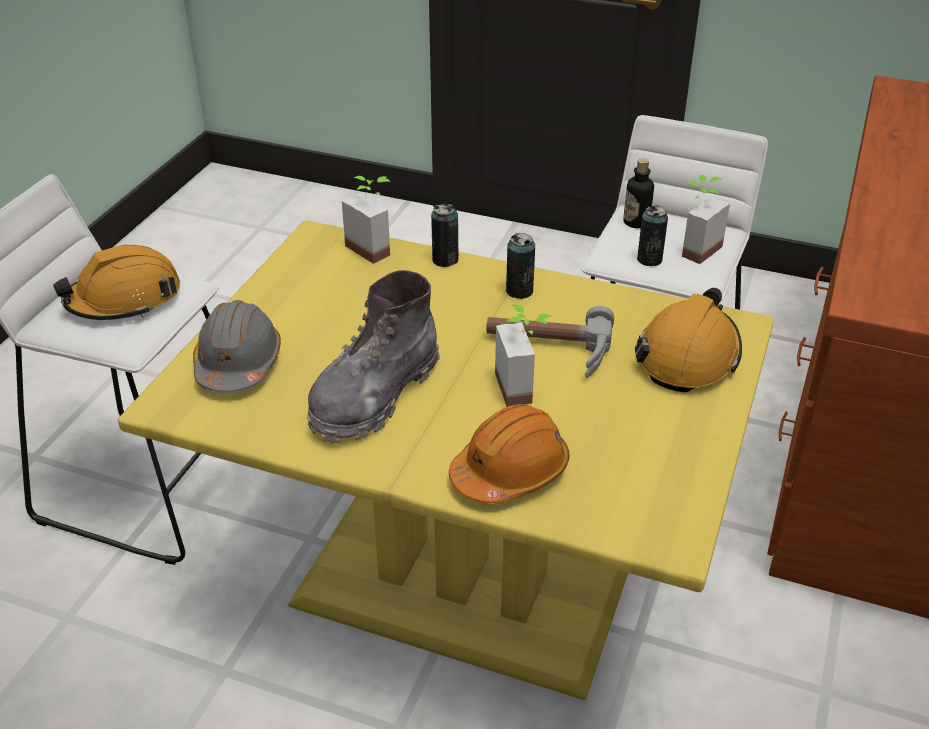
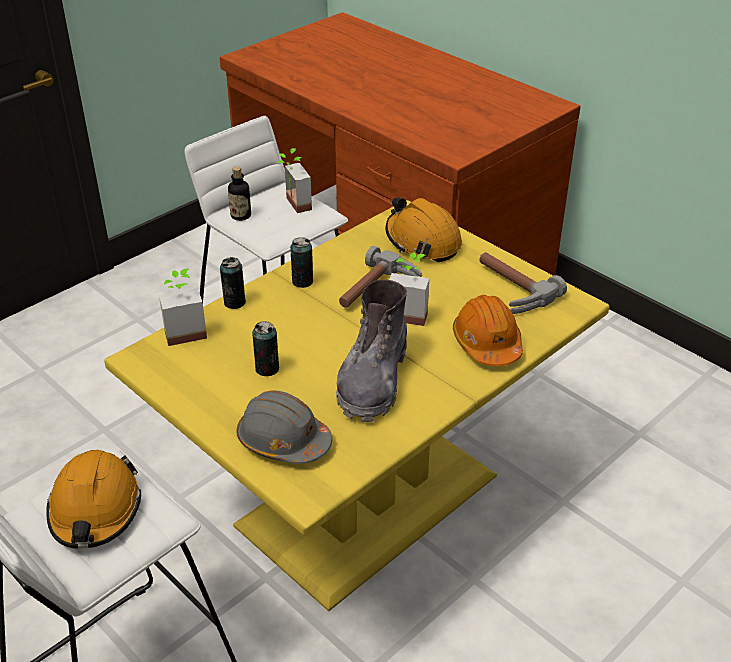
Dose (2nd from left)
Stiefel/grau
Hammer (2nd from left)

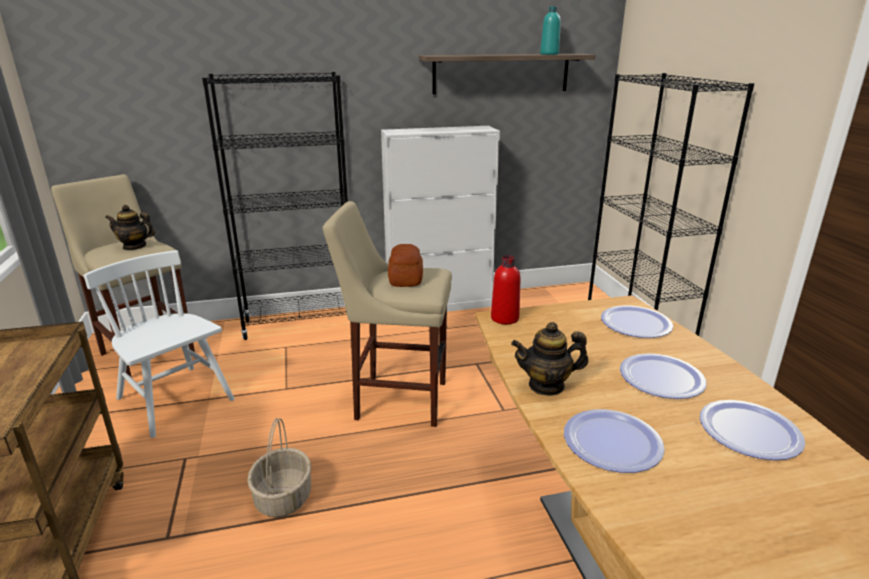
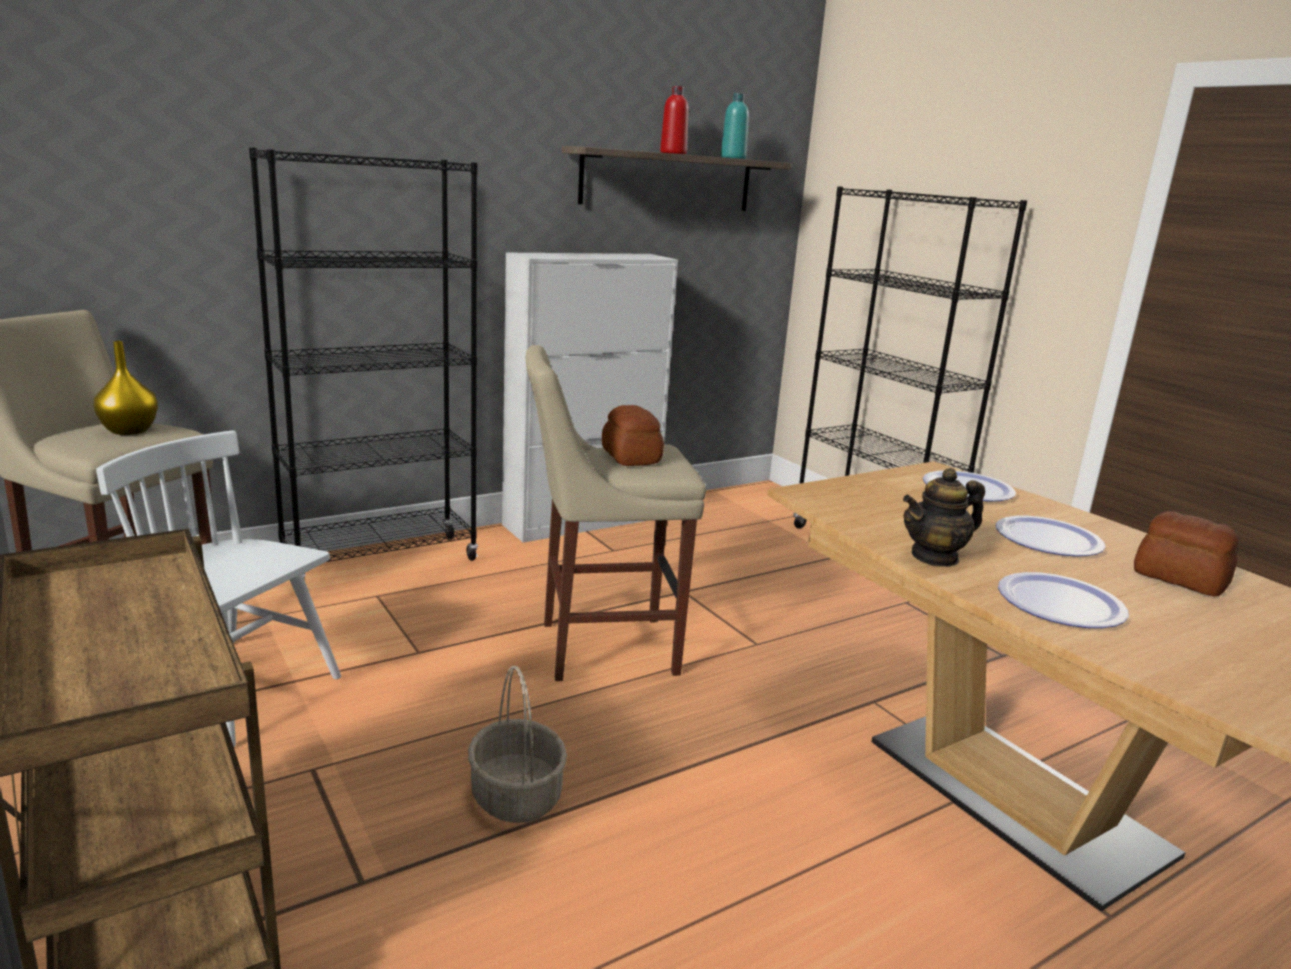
Vase/gelb
Flasche/rot
Brot (2nd from left)

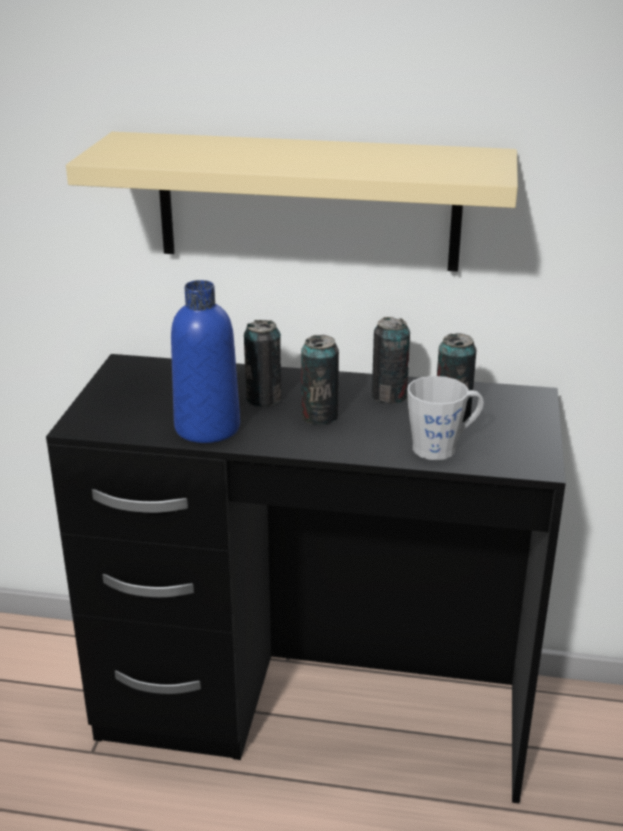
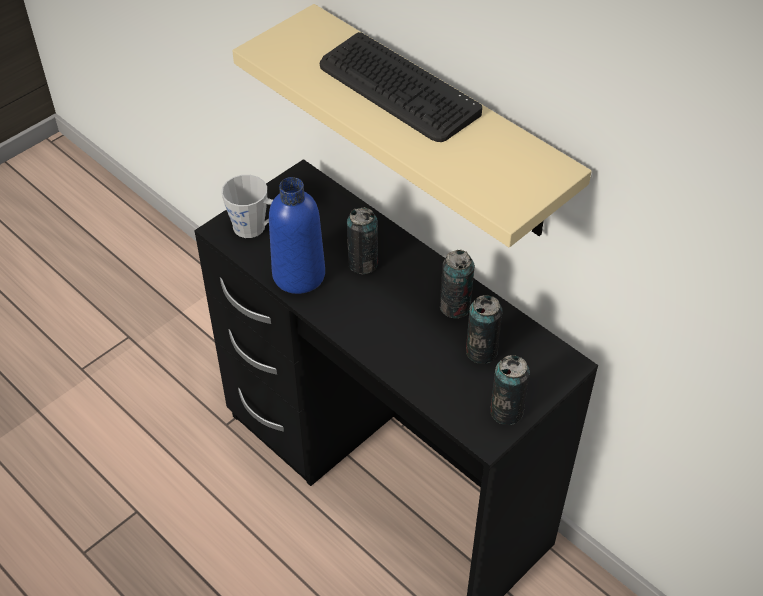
Dose (4th from left)
Henkelbecher/grau
Tastatur

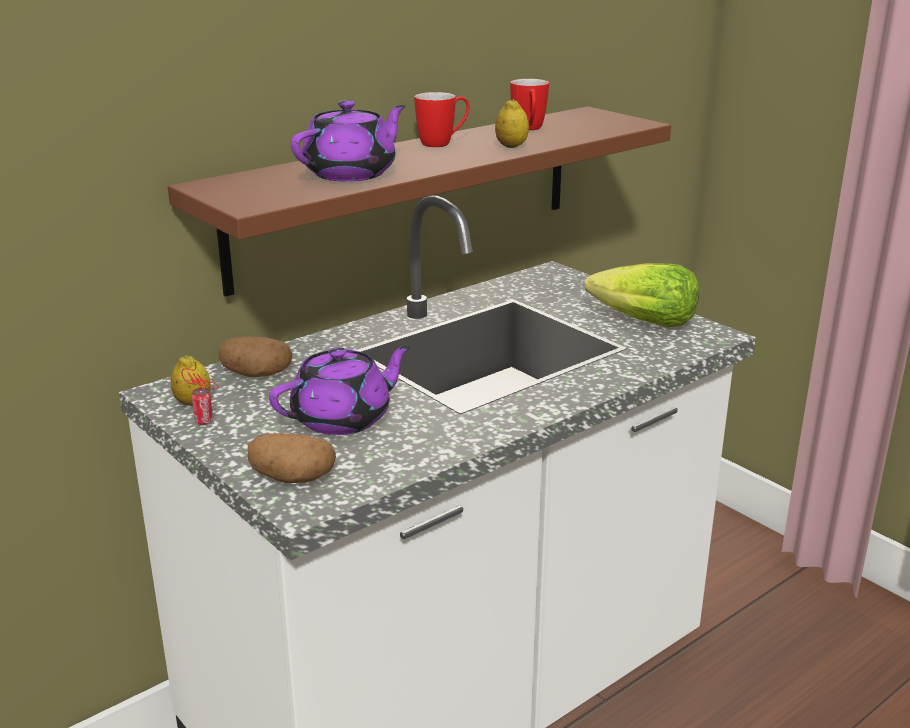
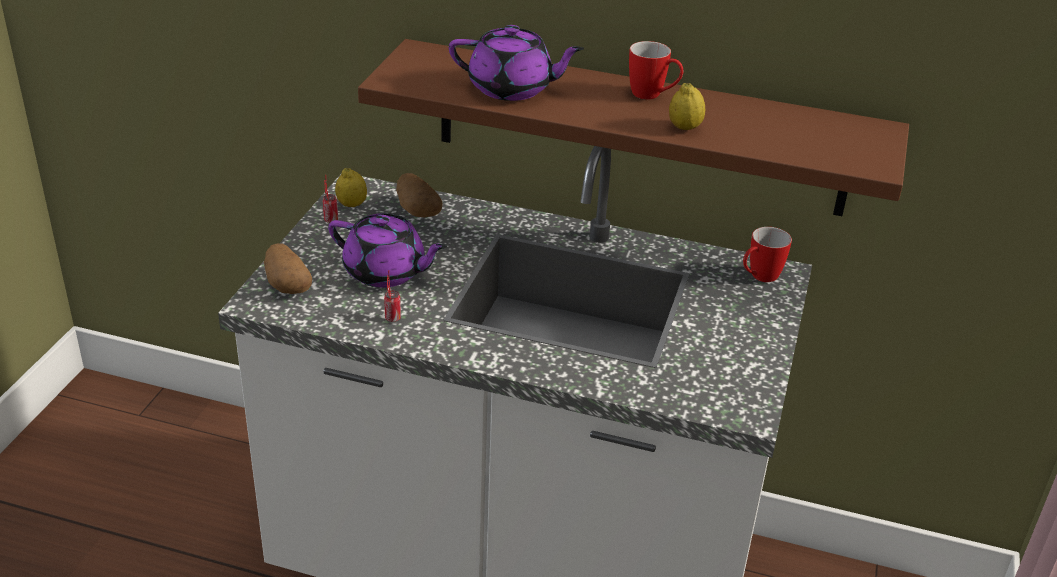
Henkelbecher (2nd from left)
Salatkopf
Dose (2nd from left)

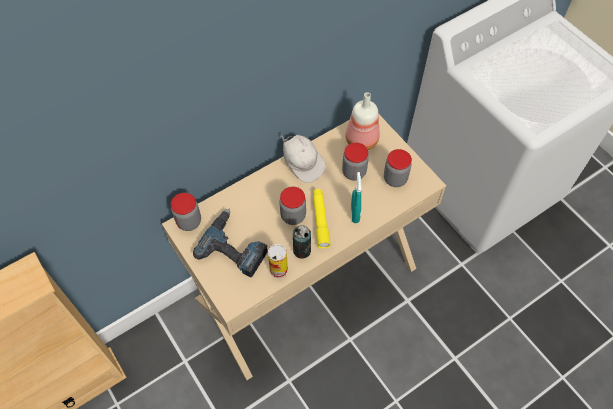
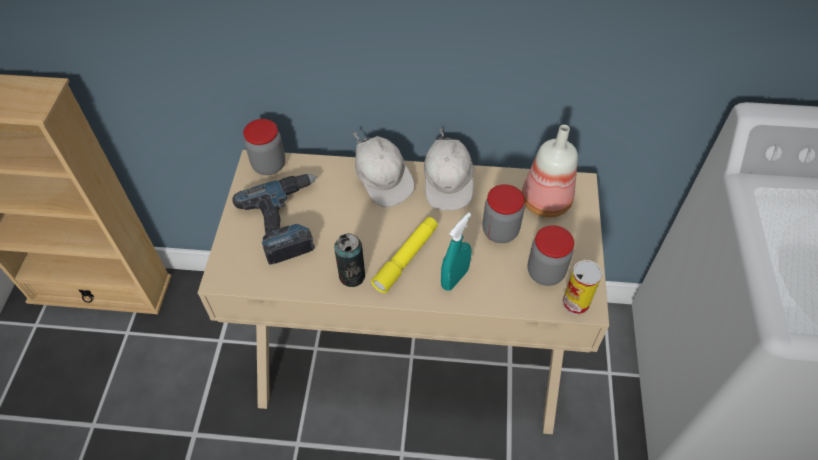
Vorratsglas (2nd from left in the first image)
Dose (2nd from left)
Kappe/weiß (1st from left)

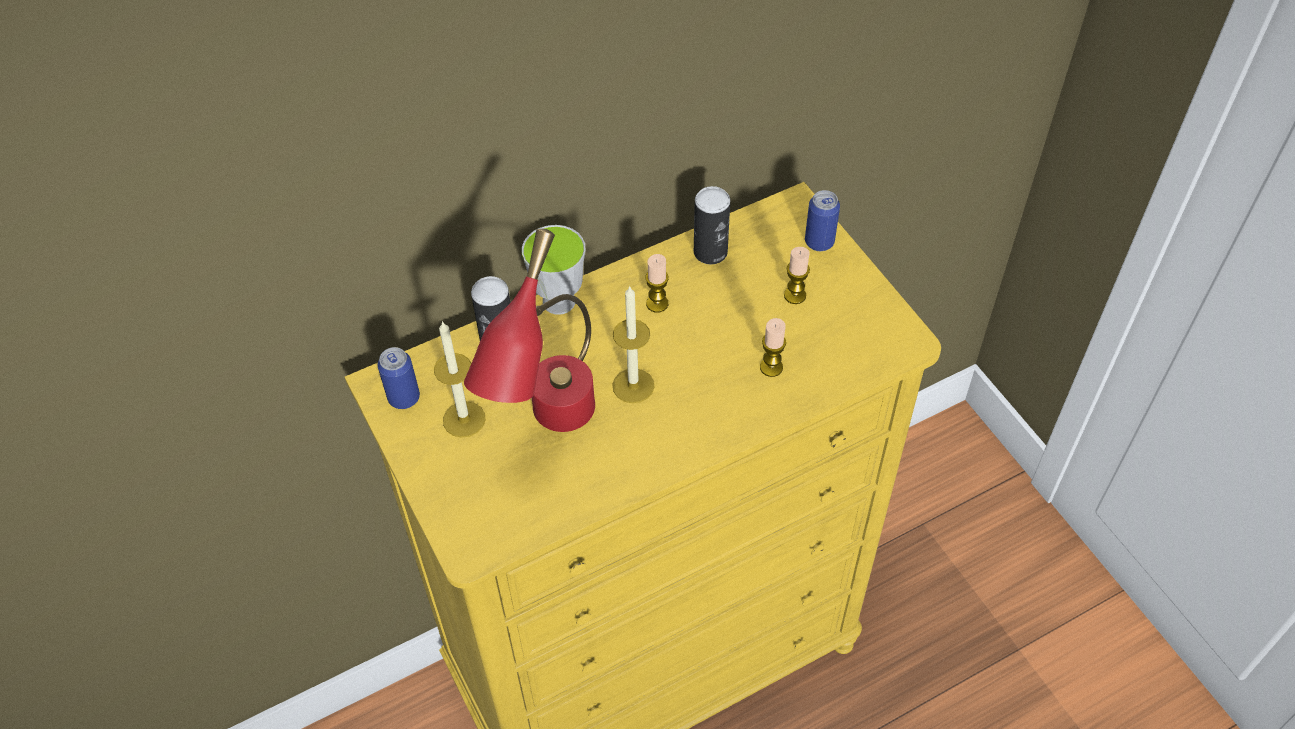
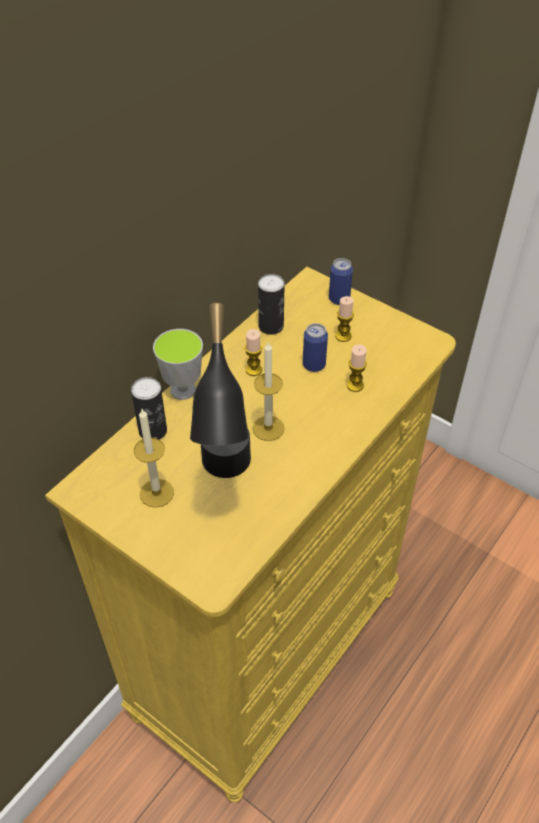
Tischlampe/schwarz
Dose (3rd from left)

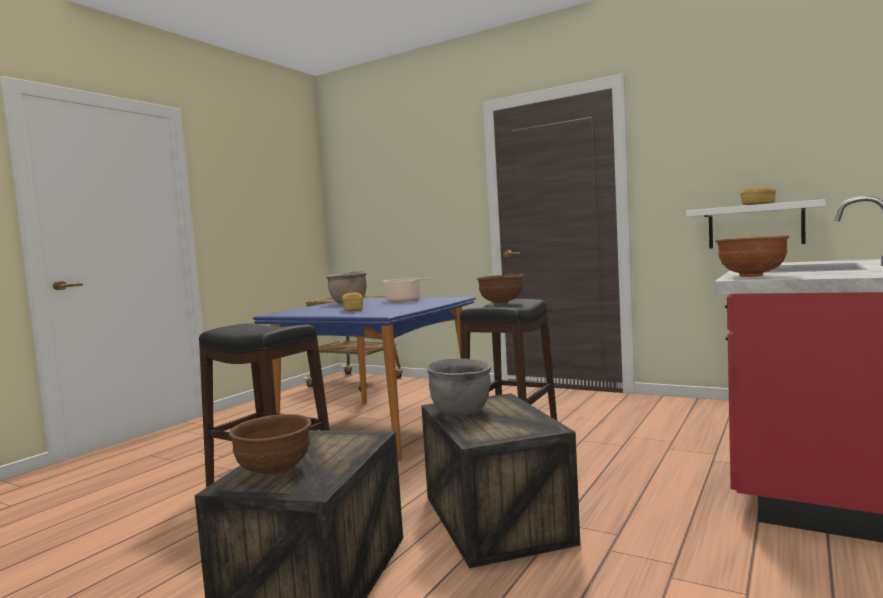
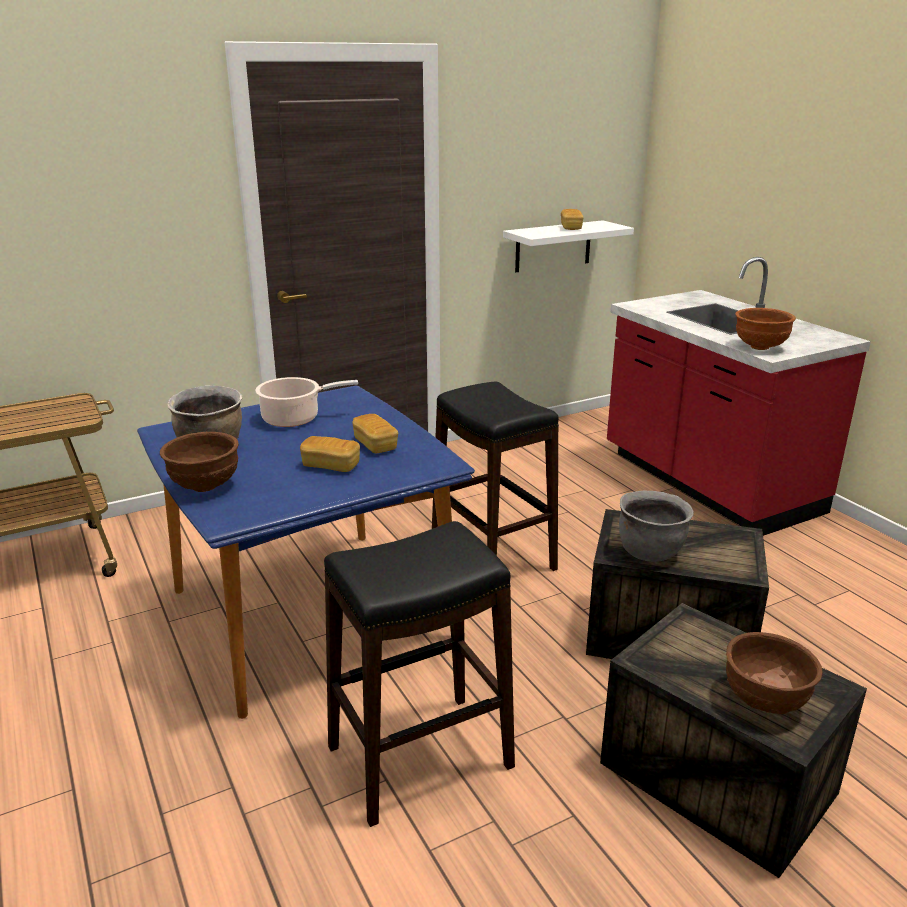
Schüssel/braun (1st from left)
Brot (2nd from left)

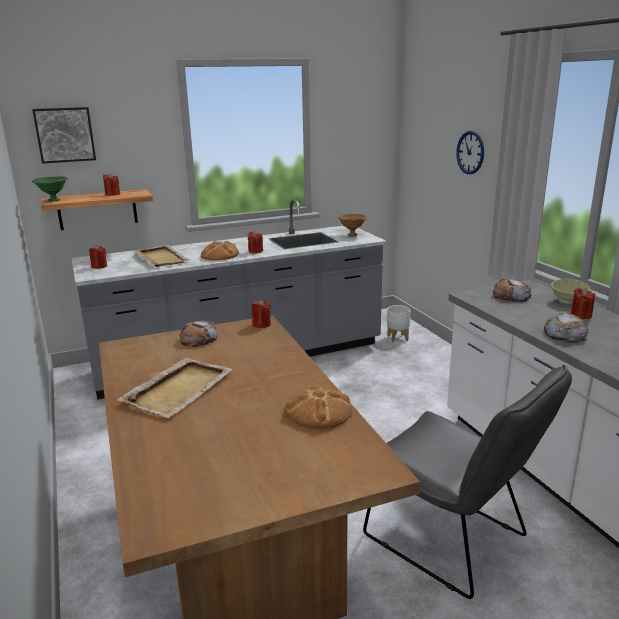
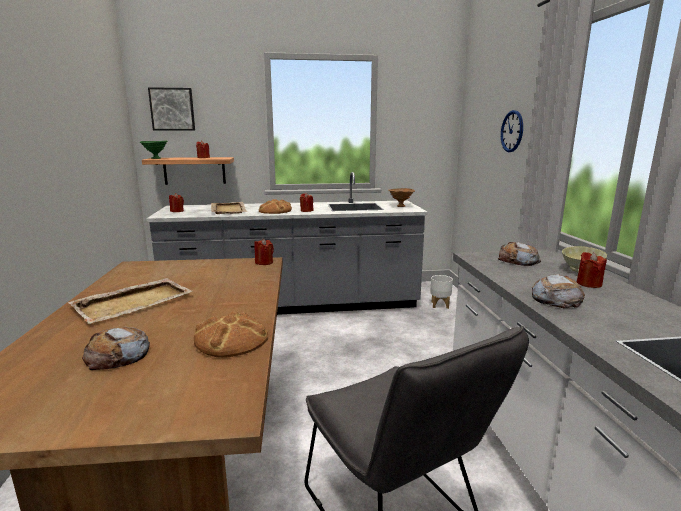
Brot (1st from left)

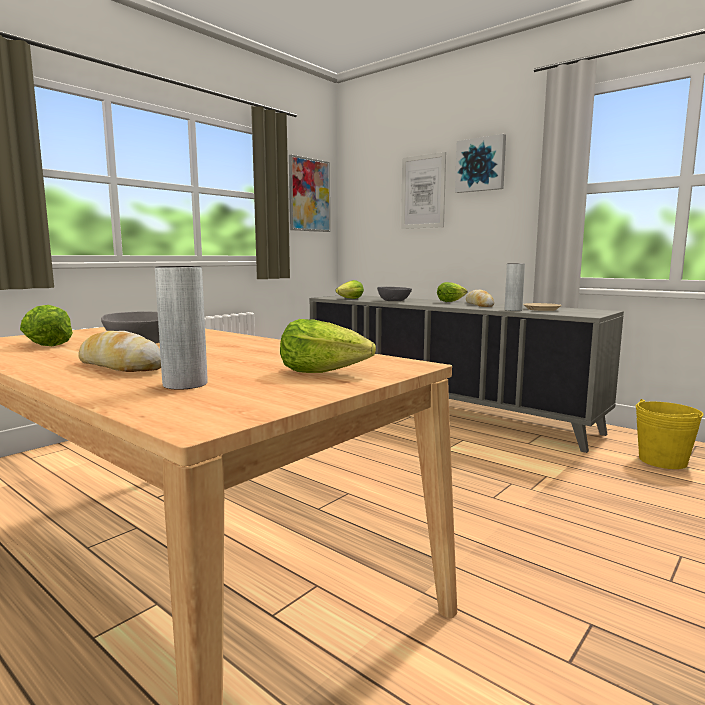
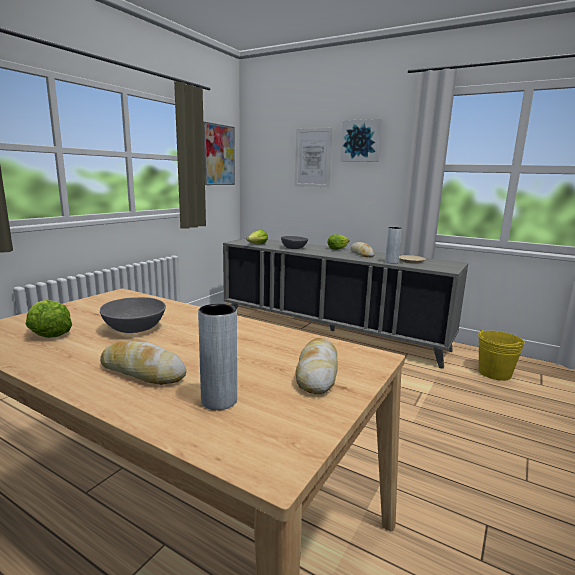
Brot (2nd from left)

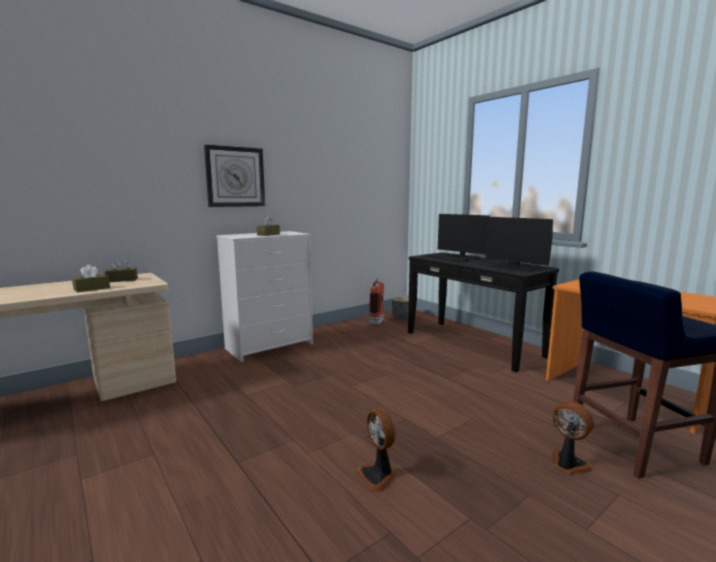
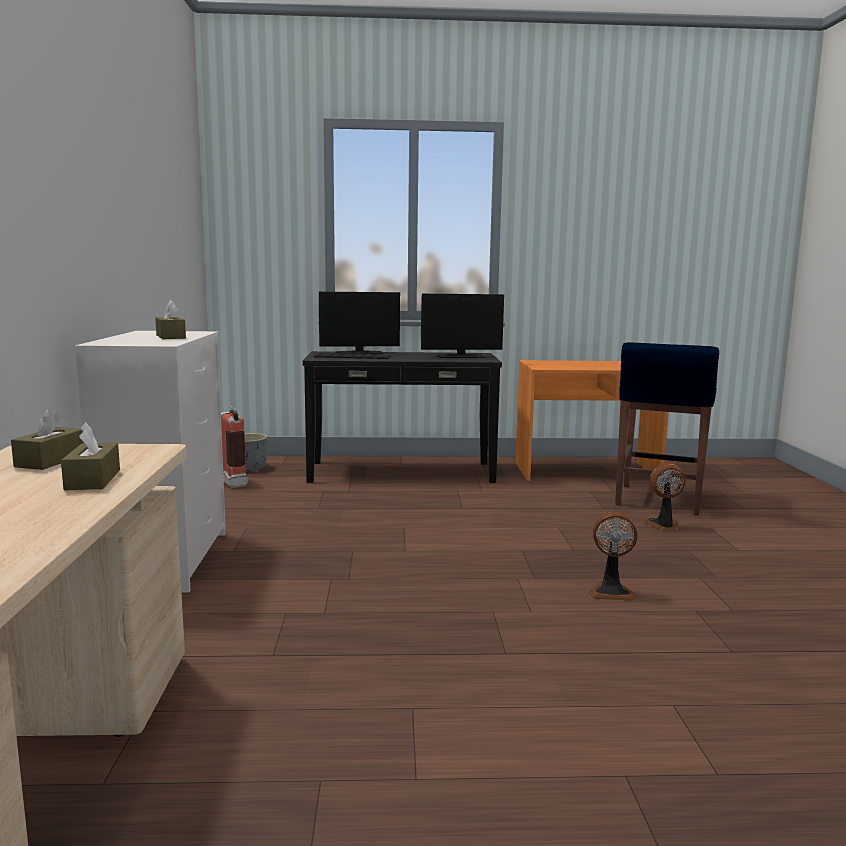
Wanduhr

